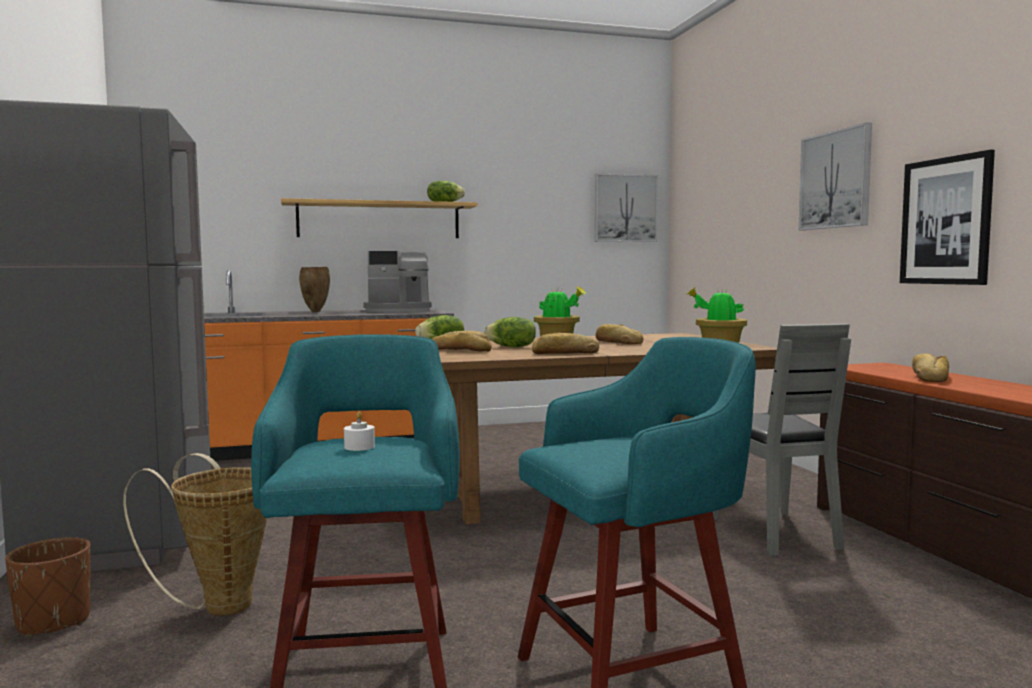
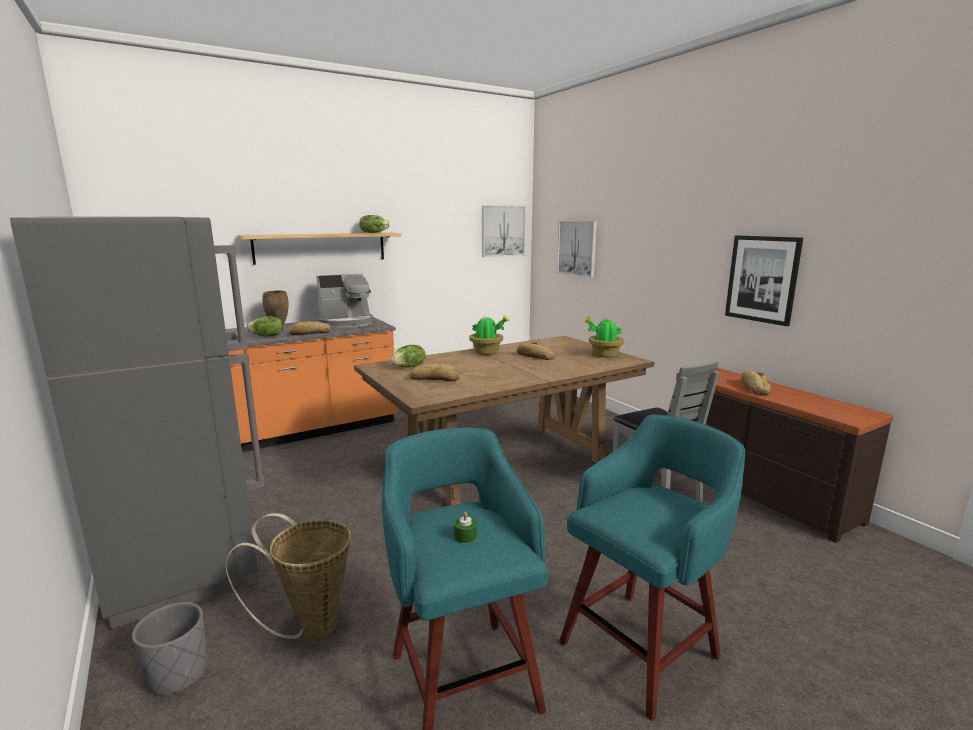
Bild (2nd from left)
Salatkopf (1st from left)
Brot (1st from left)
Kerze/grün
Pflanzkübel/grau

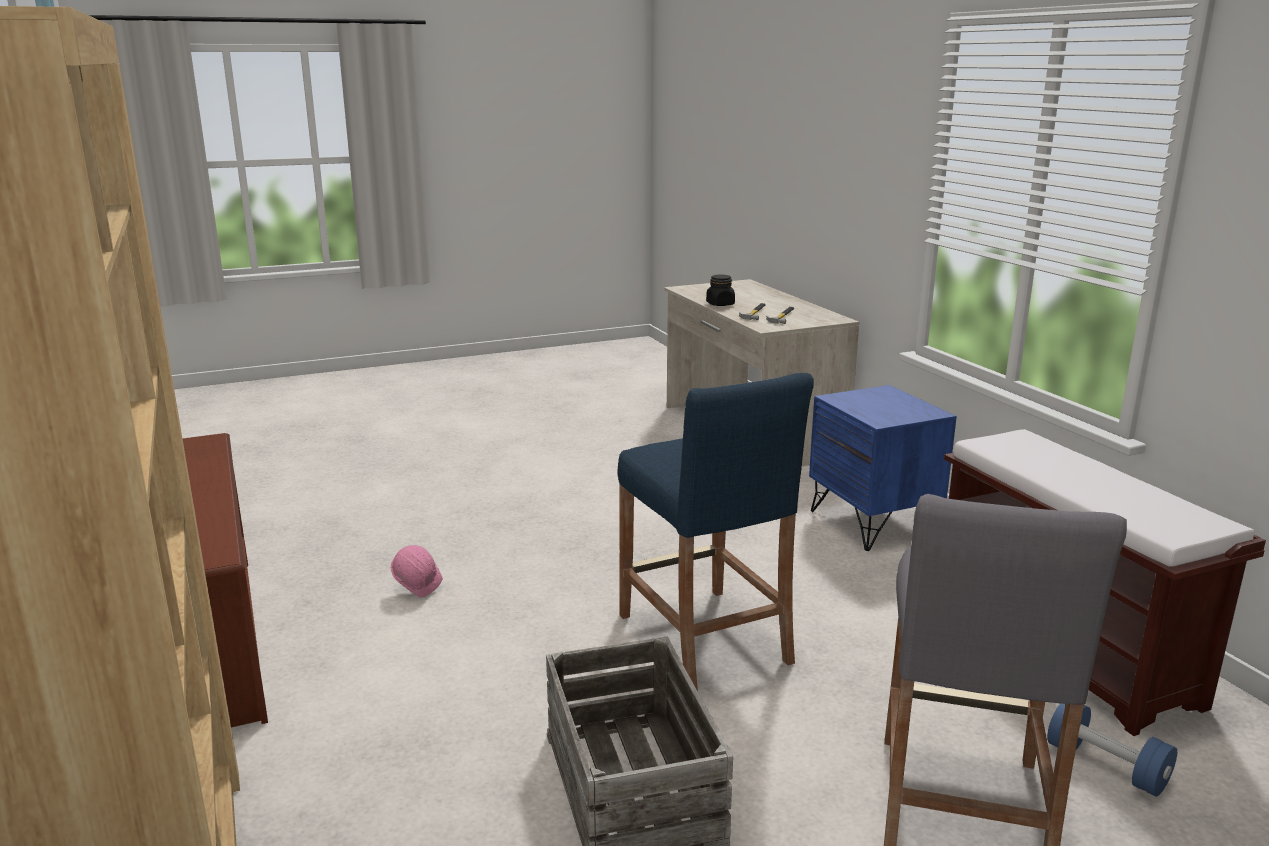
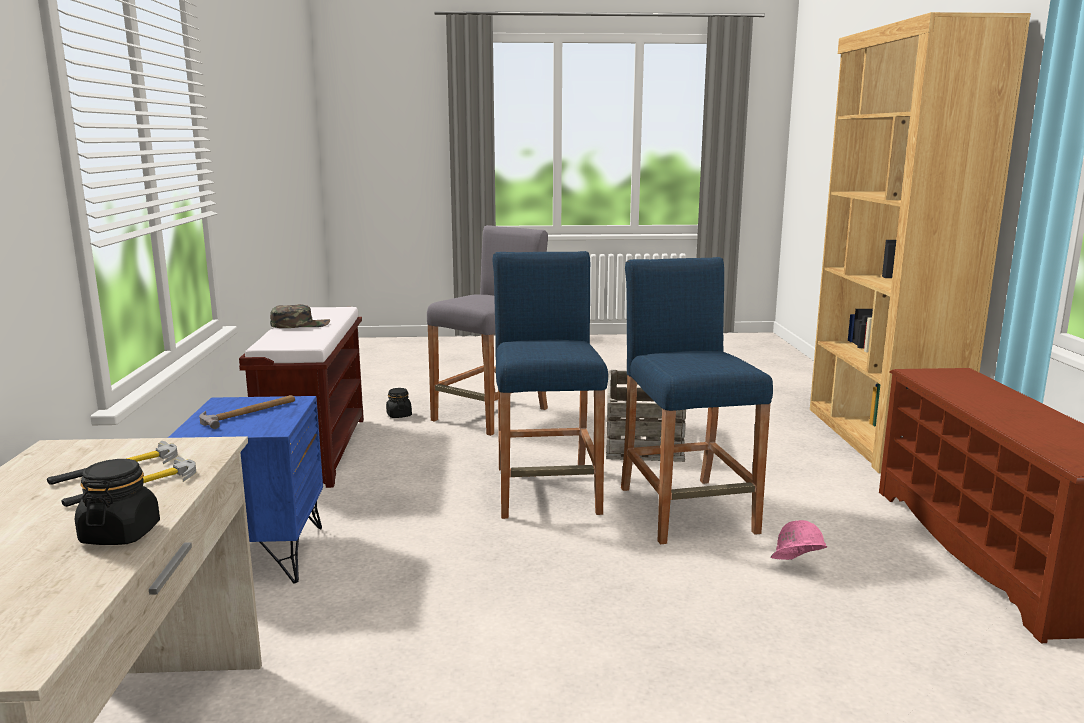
Vorratsglas/schwarz (2nd from left)
Hocker/blau (2nd from left)
Kappe/grün
Hammer (3rd from left)

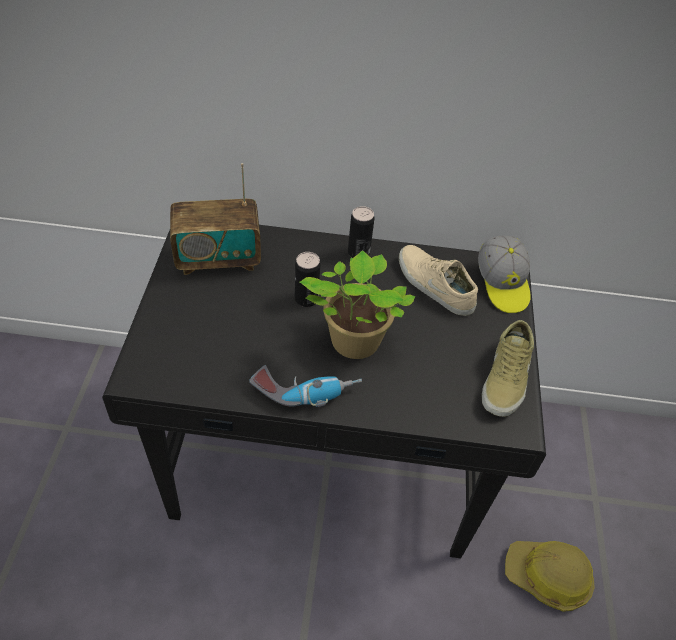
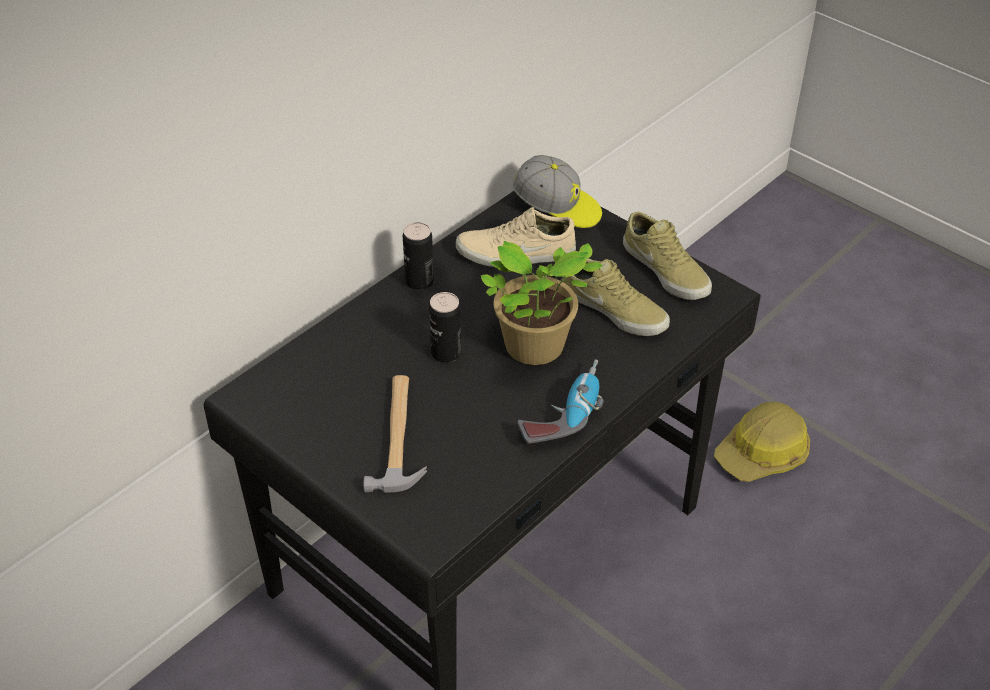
Radio
Schuh/beige (2nd from left)
Hammer

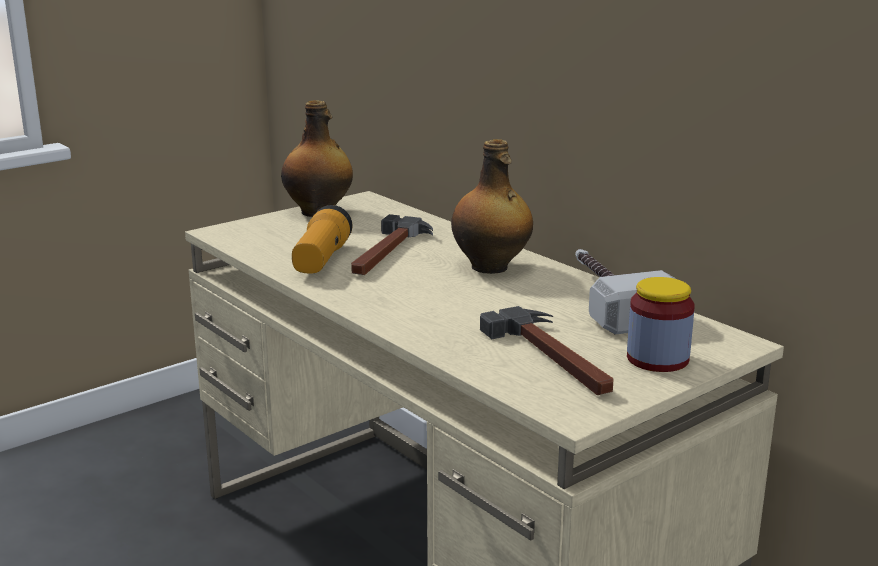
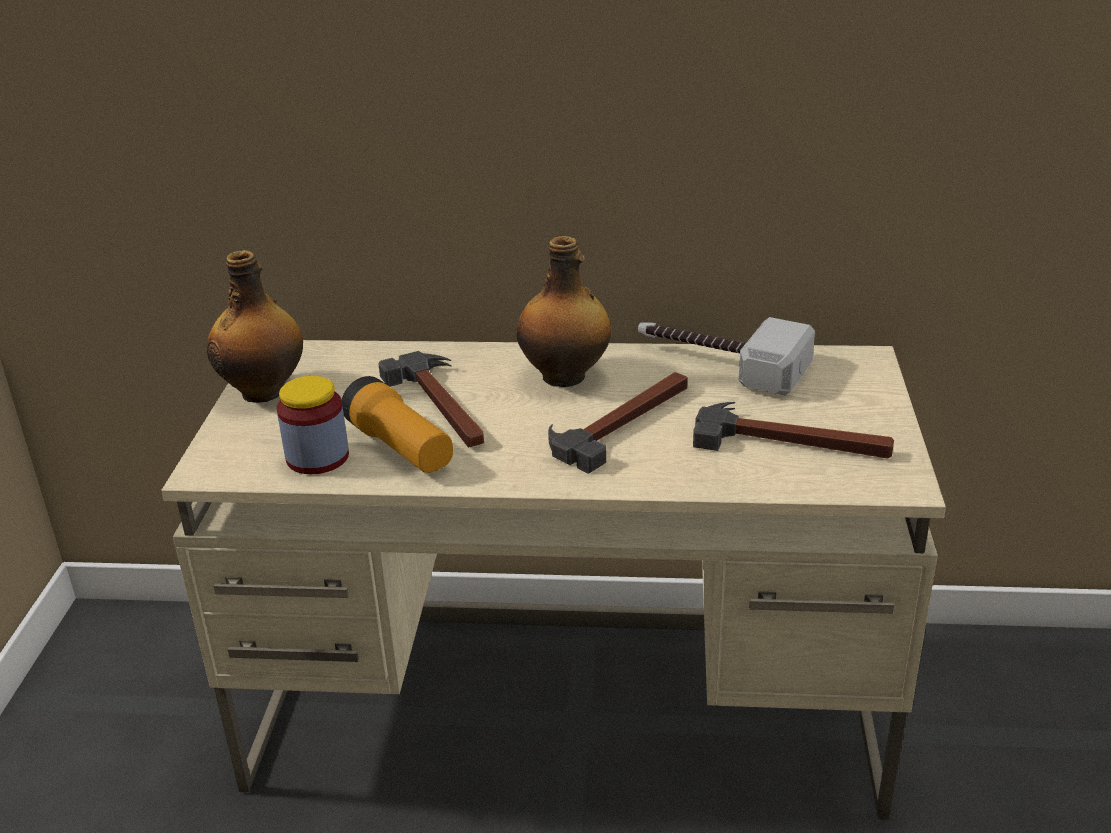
Vorratsglas
Hammer (2nd from left)

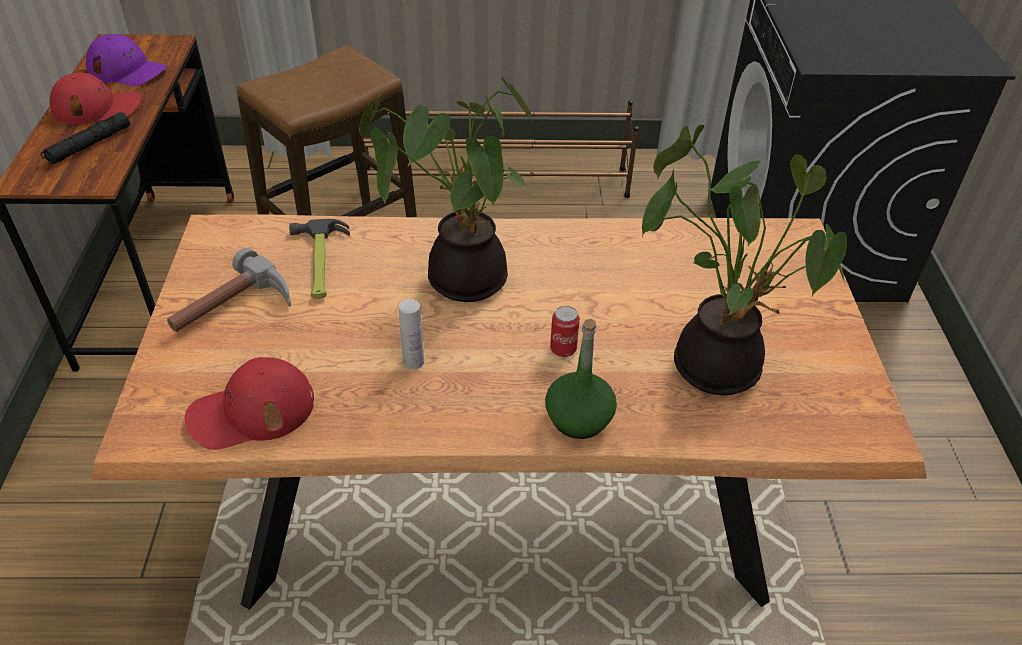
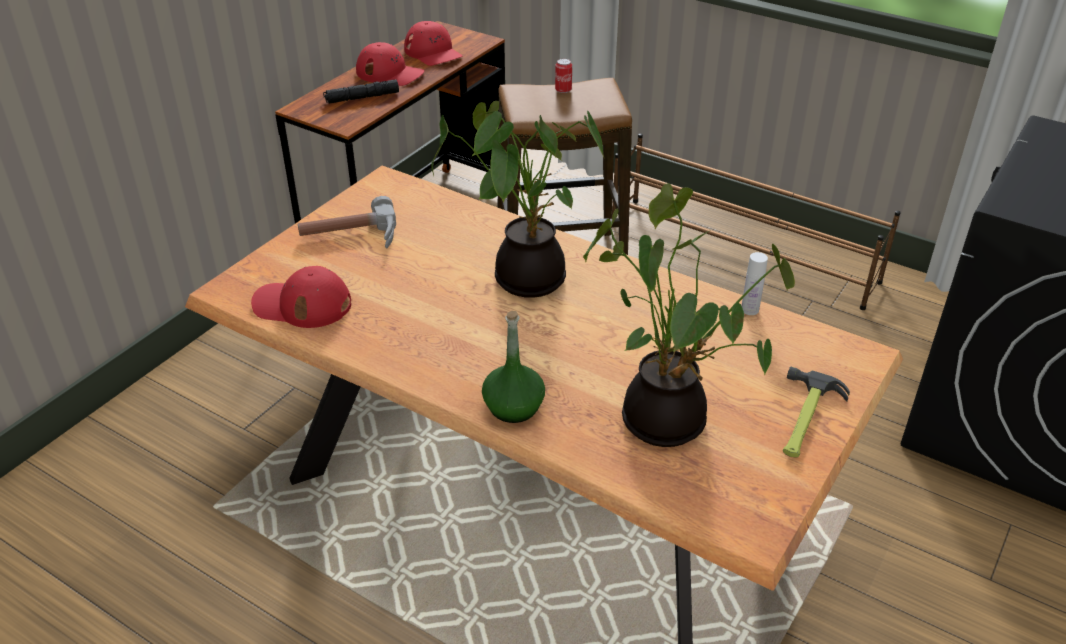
Kappe/rot (3rd from left)
Hammer (2nd from left)
Flasche/weiß
Dose

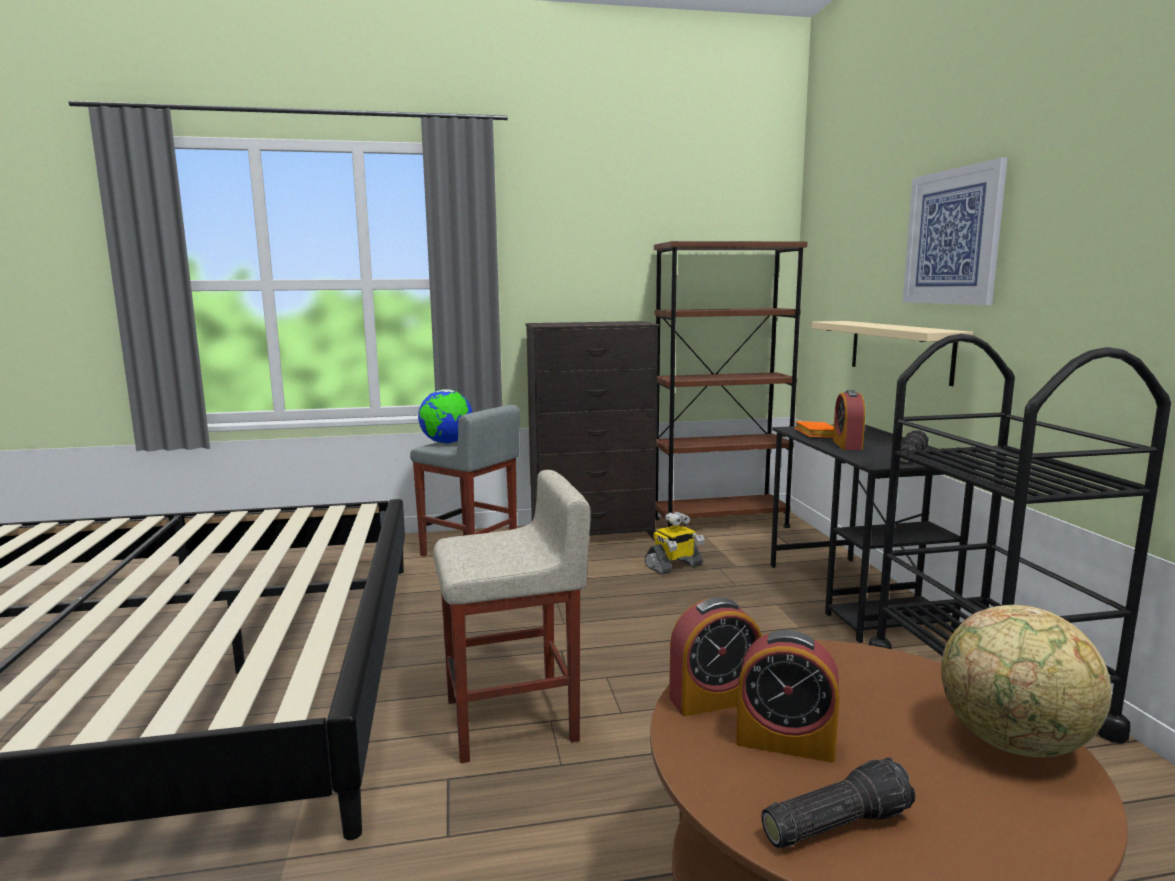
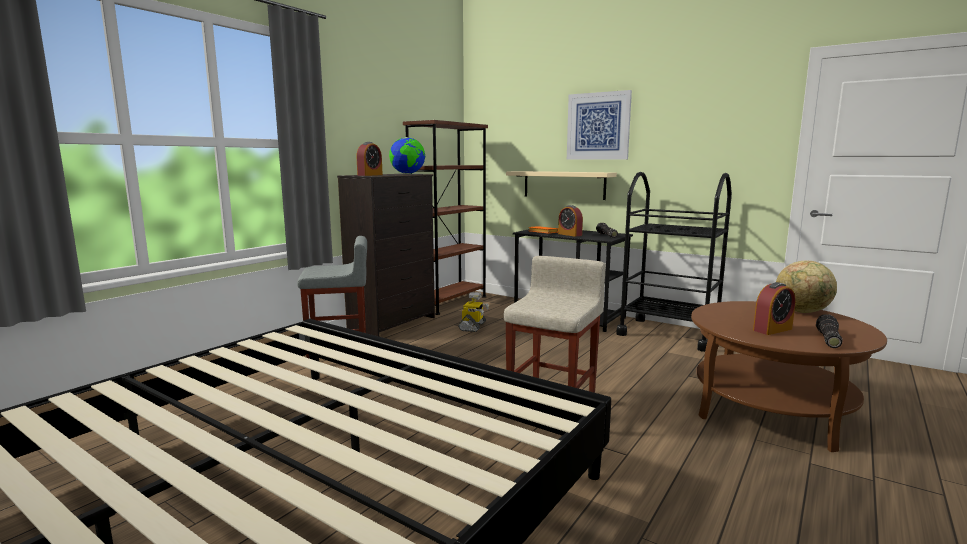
Globus (1st from left)
Wecker (1st from left)

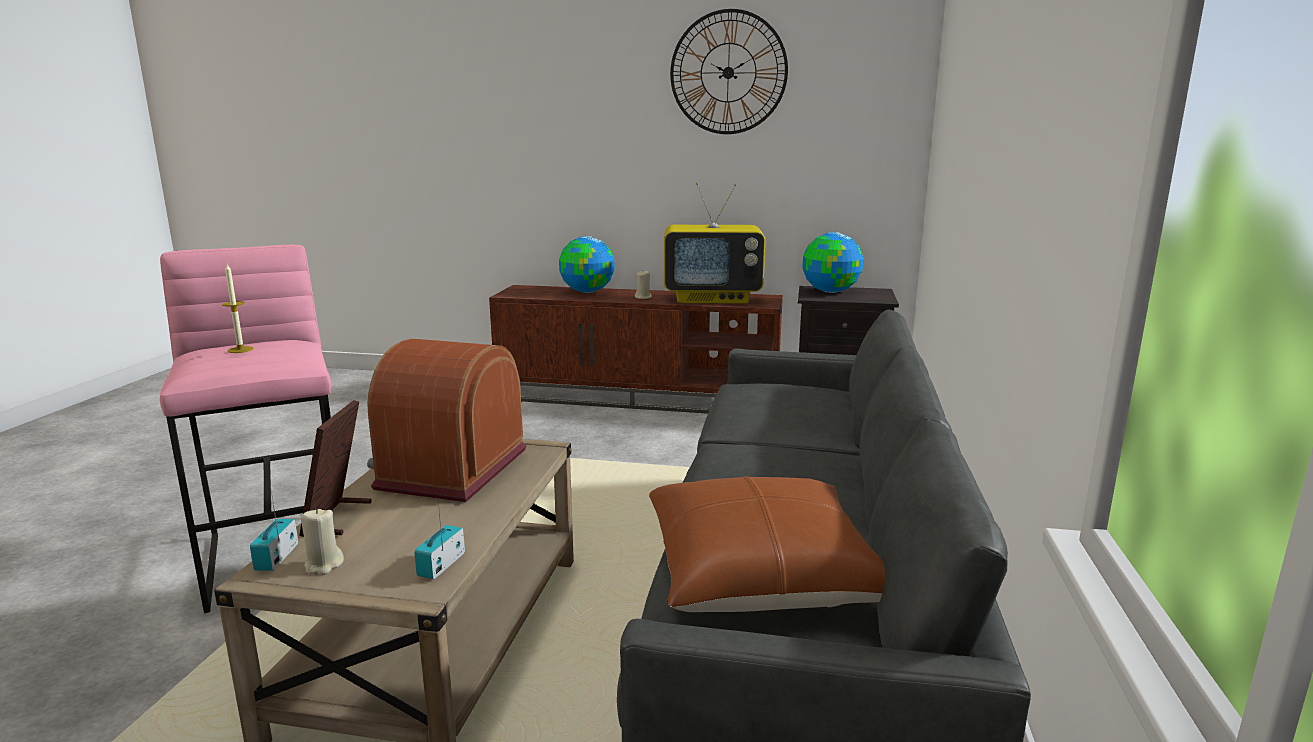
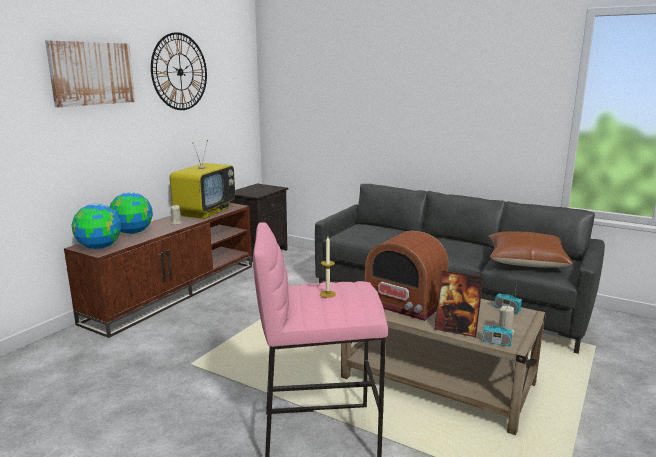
Globus (1st from left)
Bild

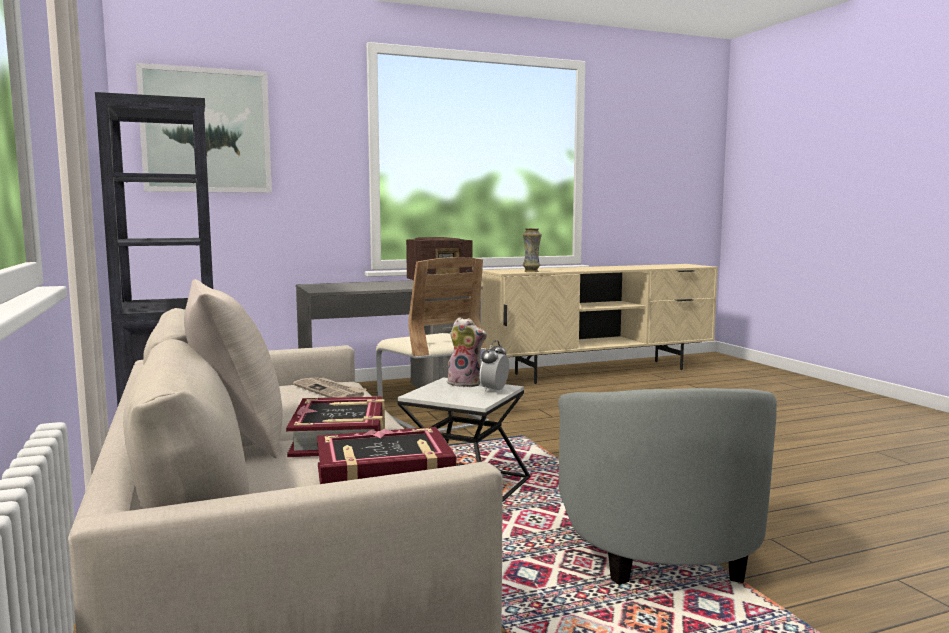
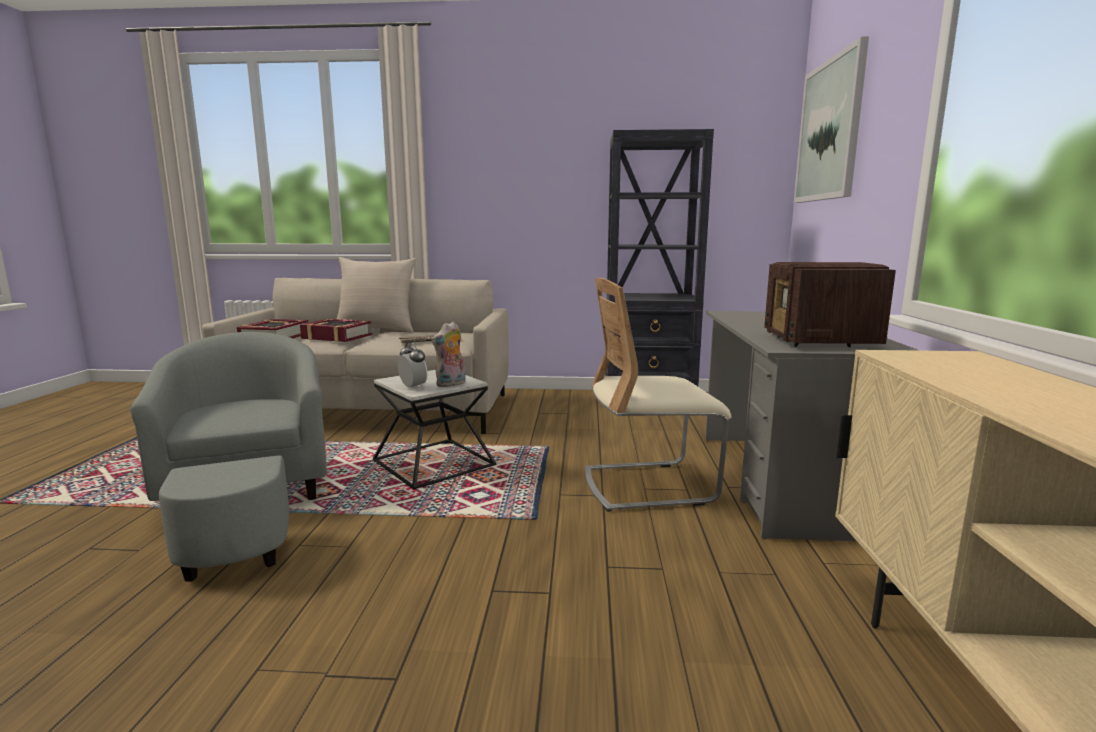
Vase
Sessel/grau

